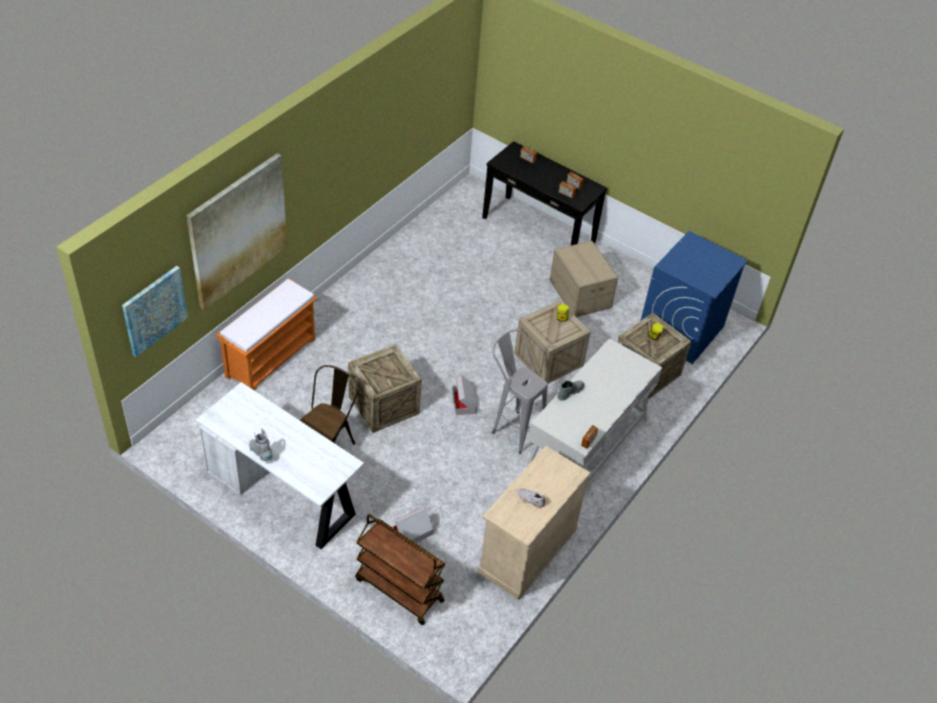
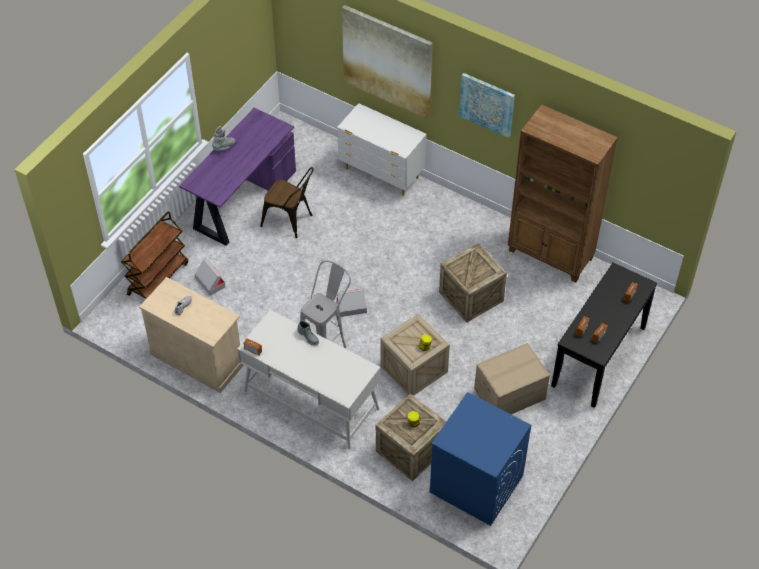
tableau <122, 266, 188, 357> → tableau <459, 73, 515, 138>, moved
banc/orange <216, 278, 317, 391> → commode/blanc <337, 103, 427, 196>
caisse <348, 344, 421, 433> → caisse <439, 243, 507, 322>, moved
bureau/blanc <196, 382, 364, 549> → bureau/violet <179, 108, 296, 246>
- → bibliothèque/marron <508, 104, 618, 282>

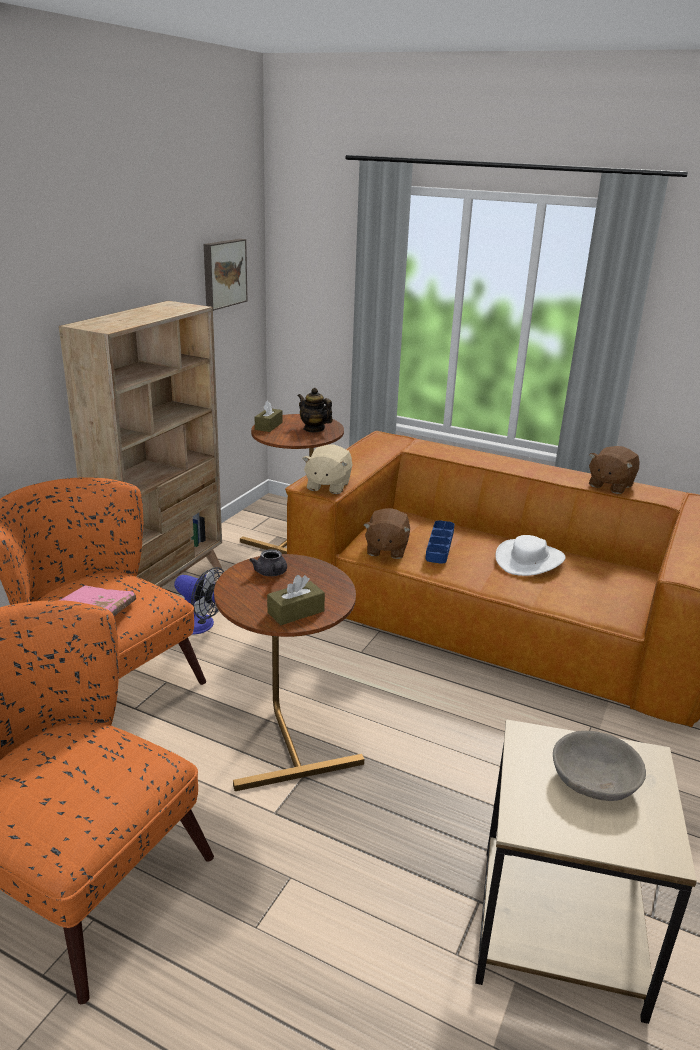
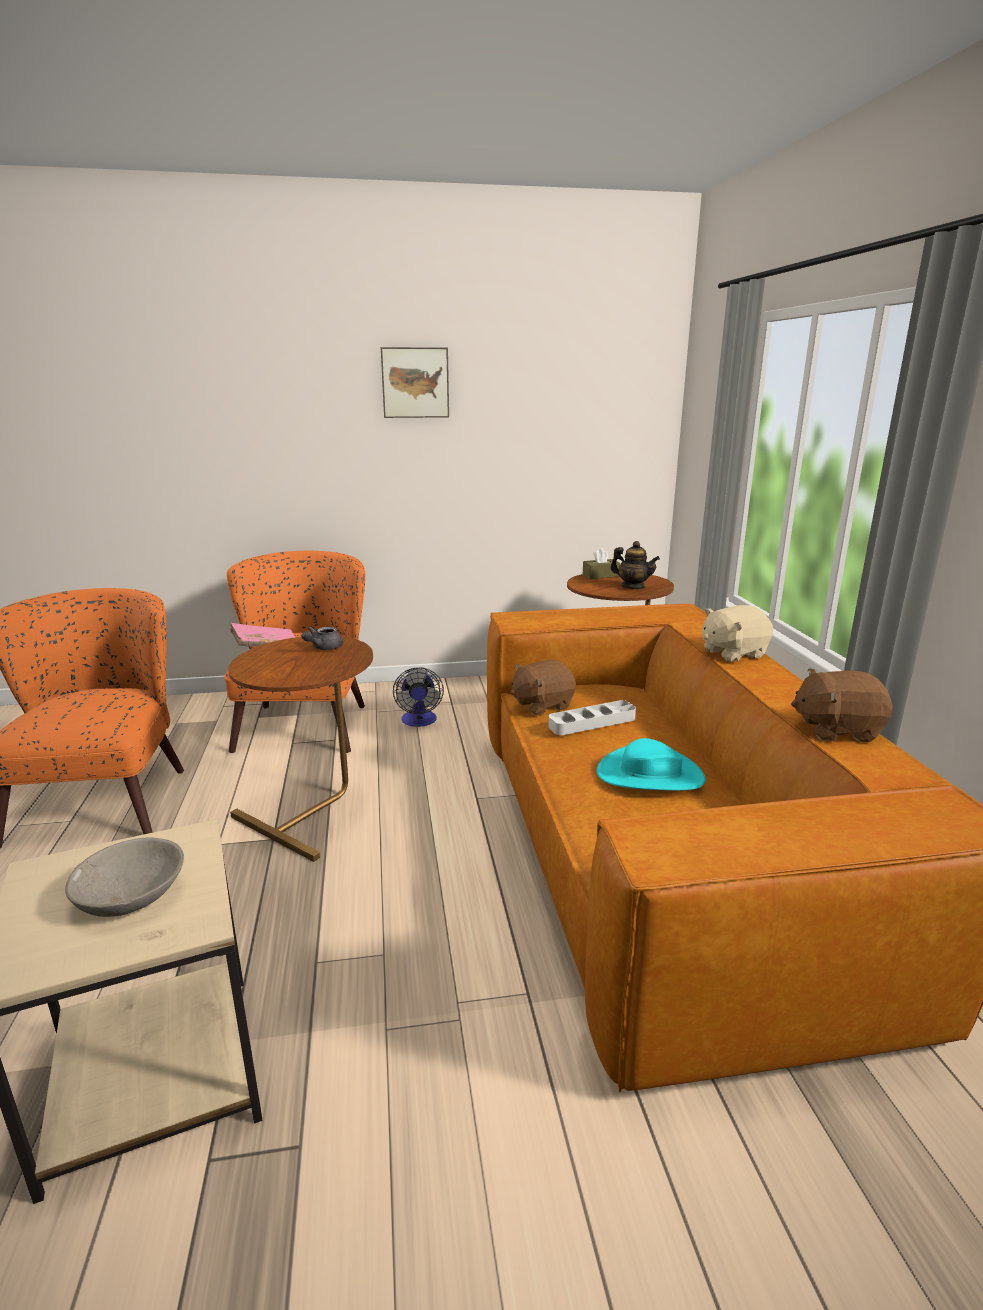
tableau <204, 239, 248, 311> → tableau <381, 347, 449, 418>, moved
bibliothèque/beige <59, 301, 222, 587> → -
théière <298, 388, 333, 432> → théière <610, 541, 660, 589>, 120 degrees clockwise
peluche/beige <302, 444, 353, 494> → peluche/beige <702, 605, 773, 662>, moved
plateau/bleu <425, 520, 455, 564> → plateau/gris <548, 700, 636, 735>
chapeau/blanc <496, 535, 565, 576> → chapeau/turquoise <596, 738, 706, 791>
boîte à mouchoirs/marron <267, 575, 325, 625> → -

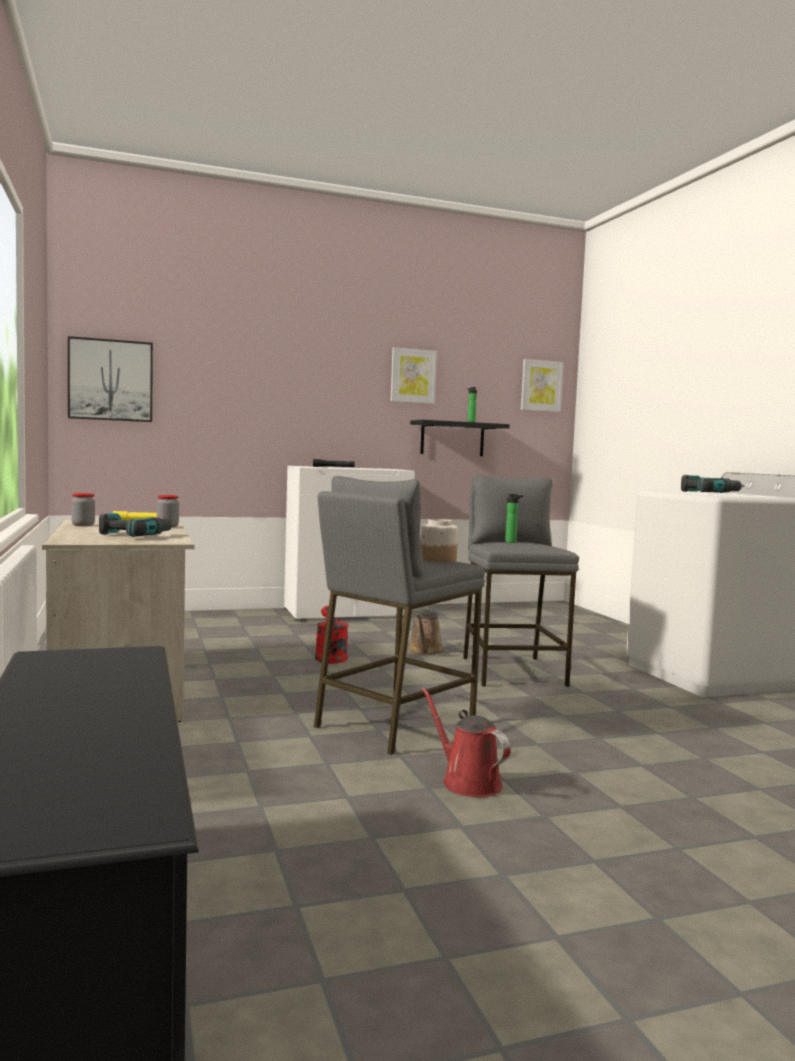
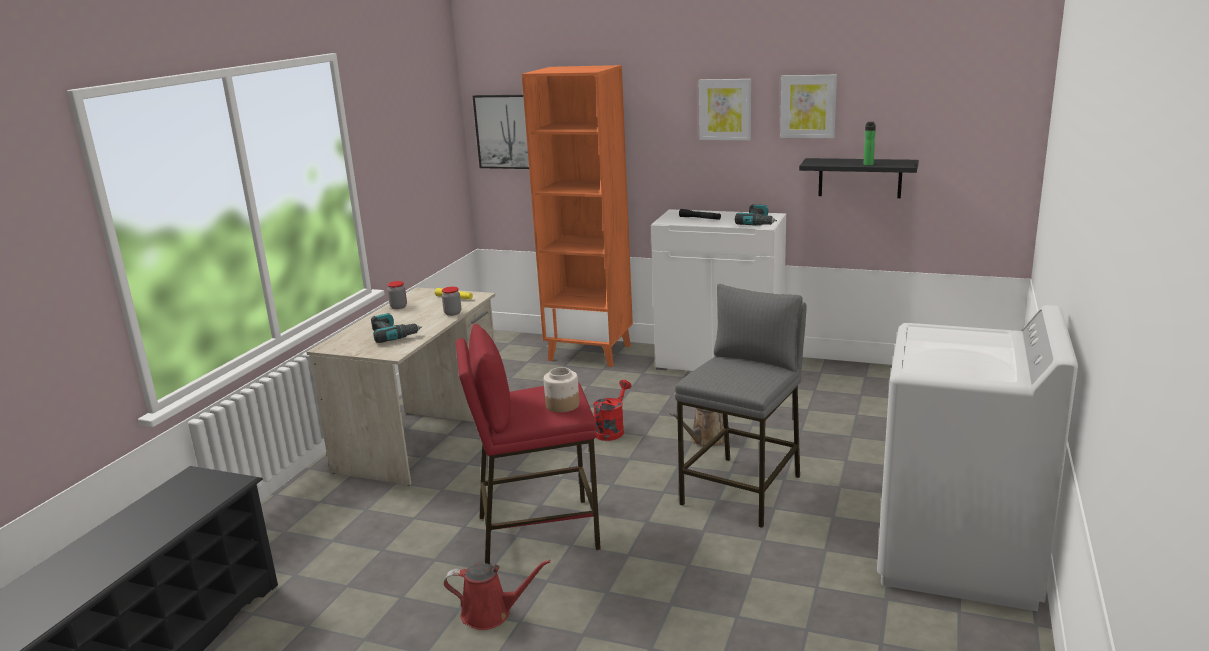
tableau <521, 359, 563, 412> → tableau <699, 79, 751, 141>, moved
perceuse <681, 475, 744, 493> → perceuse <735, 204, 777, 226>, moved
tabouret/gris <314, 476, 485, 755> → tabouret/rouge <456, 324, 601, 564>
bouteille <505, 494, 524, 543> → -
arrosoir/rouge <422, 688, 511, 797> → arrosoir/rouge <444, 560, 551, 630>, 90 degrees clockwise
- → bibliothèque/orange <522, 65, 633, 367>

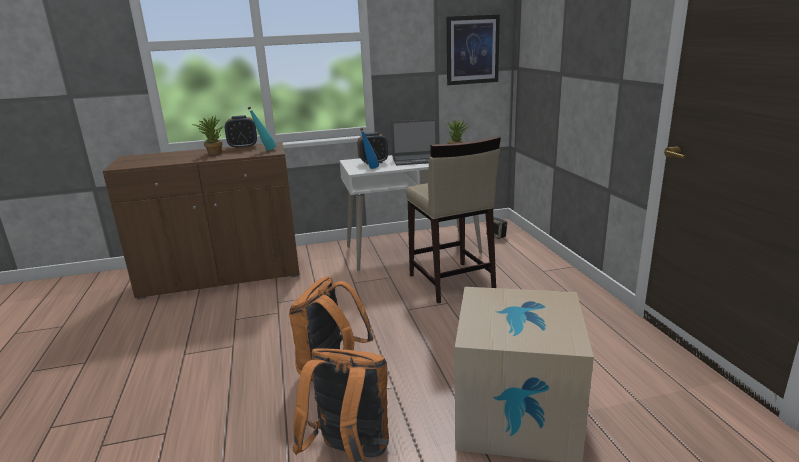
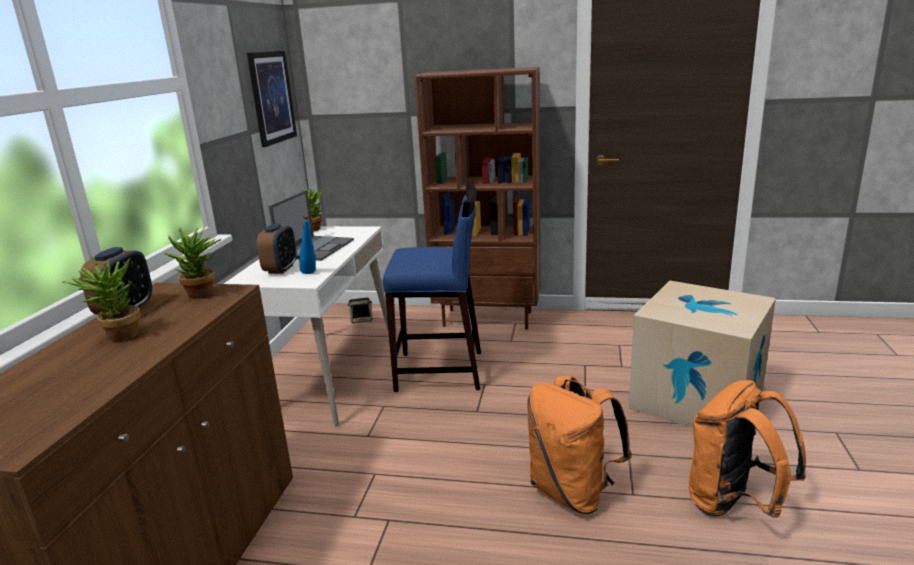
bouteille/turquoise <248, 107, 277, 151> → plante en pot <164, 226, 221, 299>
tabouret/beige <406, 136, 501, 303> → tabouret/bleu <383, 182, 481, 392>
- → bibliothèque/marron <414, 67, 541, 330>

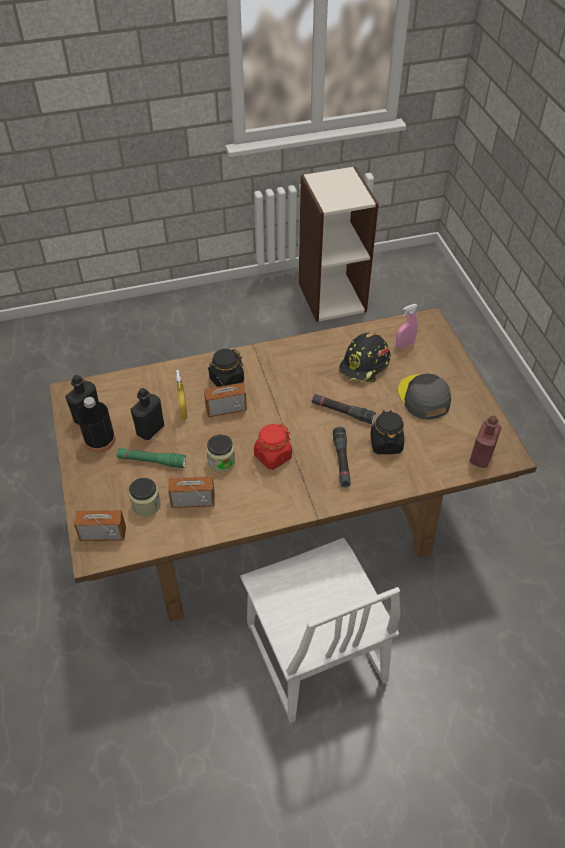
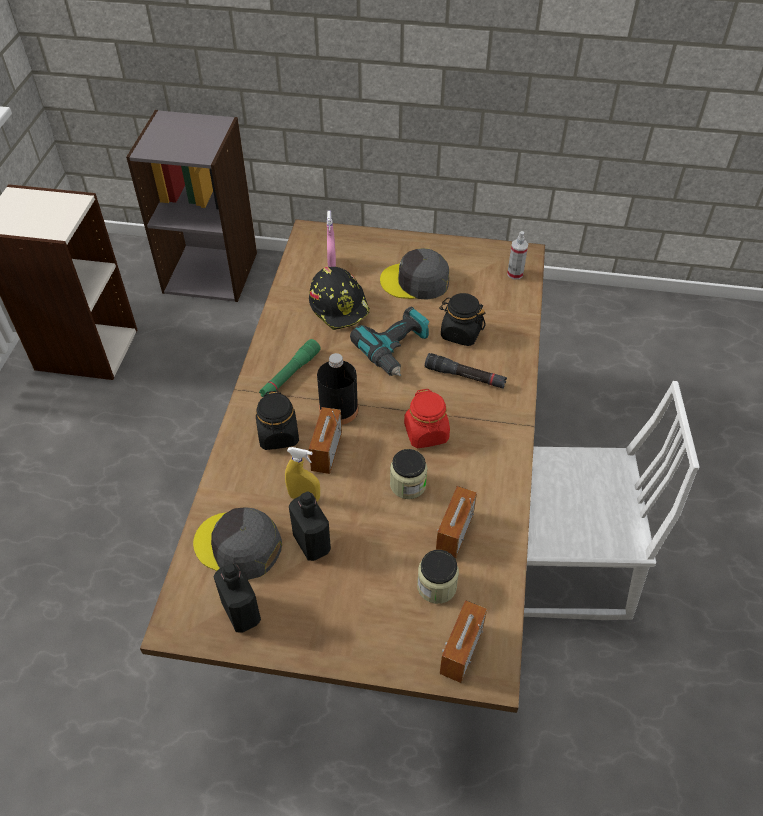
lampe de poche/noir <312, 394, 376, 424> → perceuse <350, 307, 429, 376>
bouteille/noir <77, 397, 116, 452> → bouteille/noir <317, 353, 358, 425>, moved
bouteille/rouge <470, 415, 502, 468> → vaporisateur <507, 231, 528, 280>
lampe de poche/vert <117, 448, 186, 468> → lampe de poche/vert <259, 339, 321, 397>, moved
- → bibliothèque/gris <126, 110, 257, 302>
- → casquette/gris <193, 507, 282, 580>

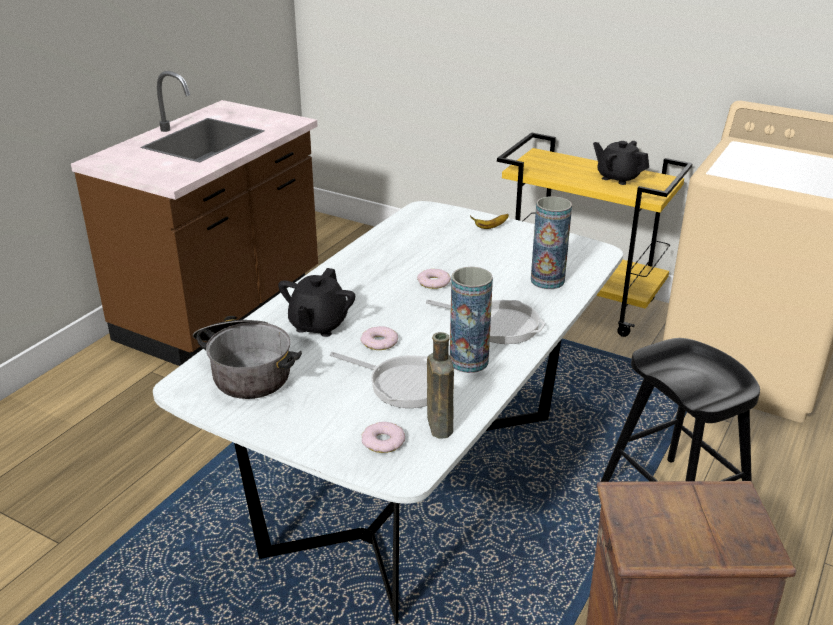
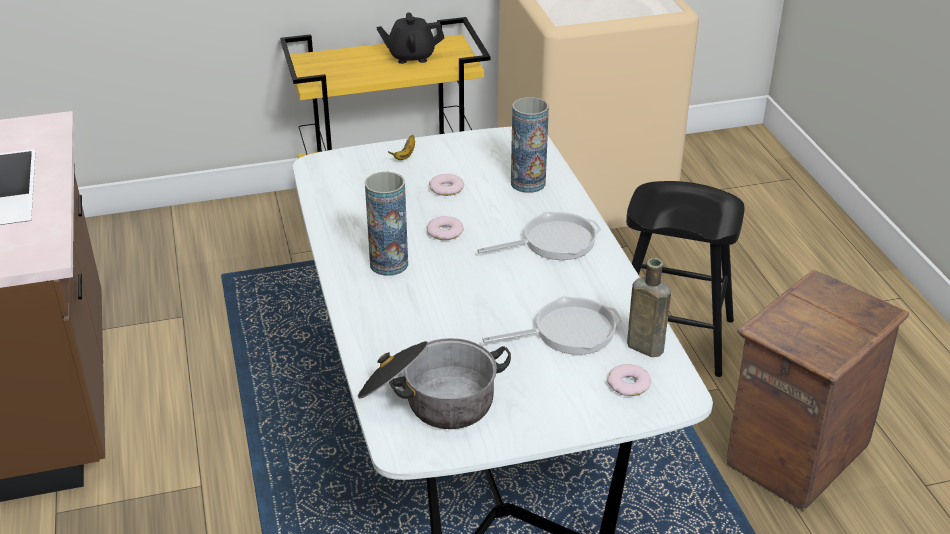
vase <450, 267, 493, 373> → vase <365, 172, 408, 276>, moved
théière/noir <278, 268, 355, 337> → -
beignet <361, 326, 398, 350> → beignet <429, 174, 464, 196>, moved

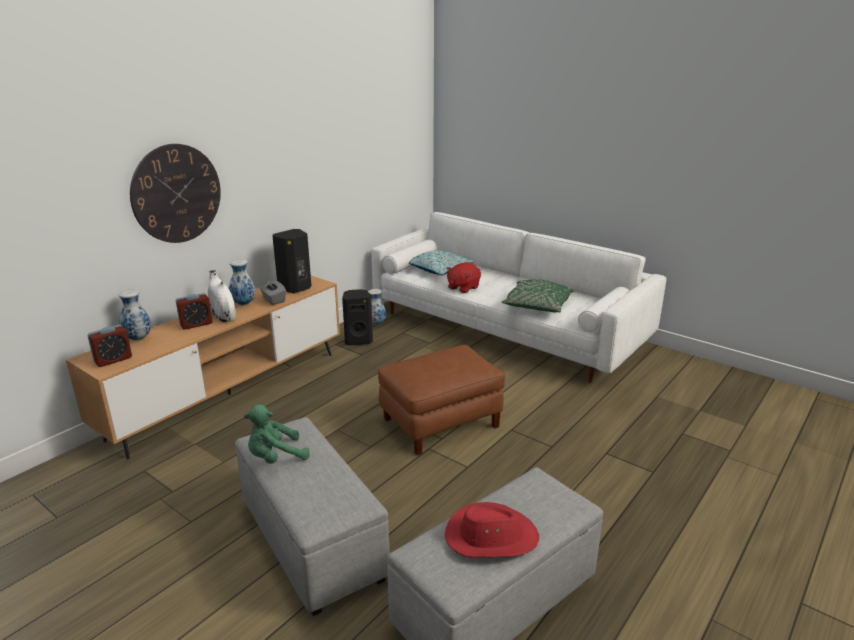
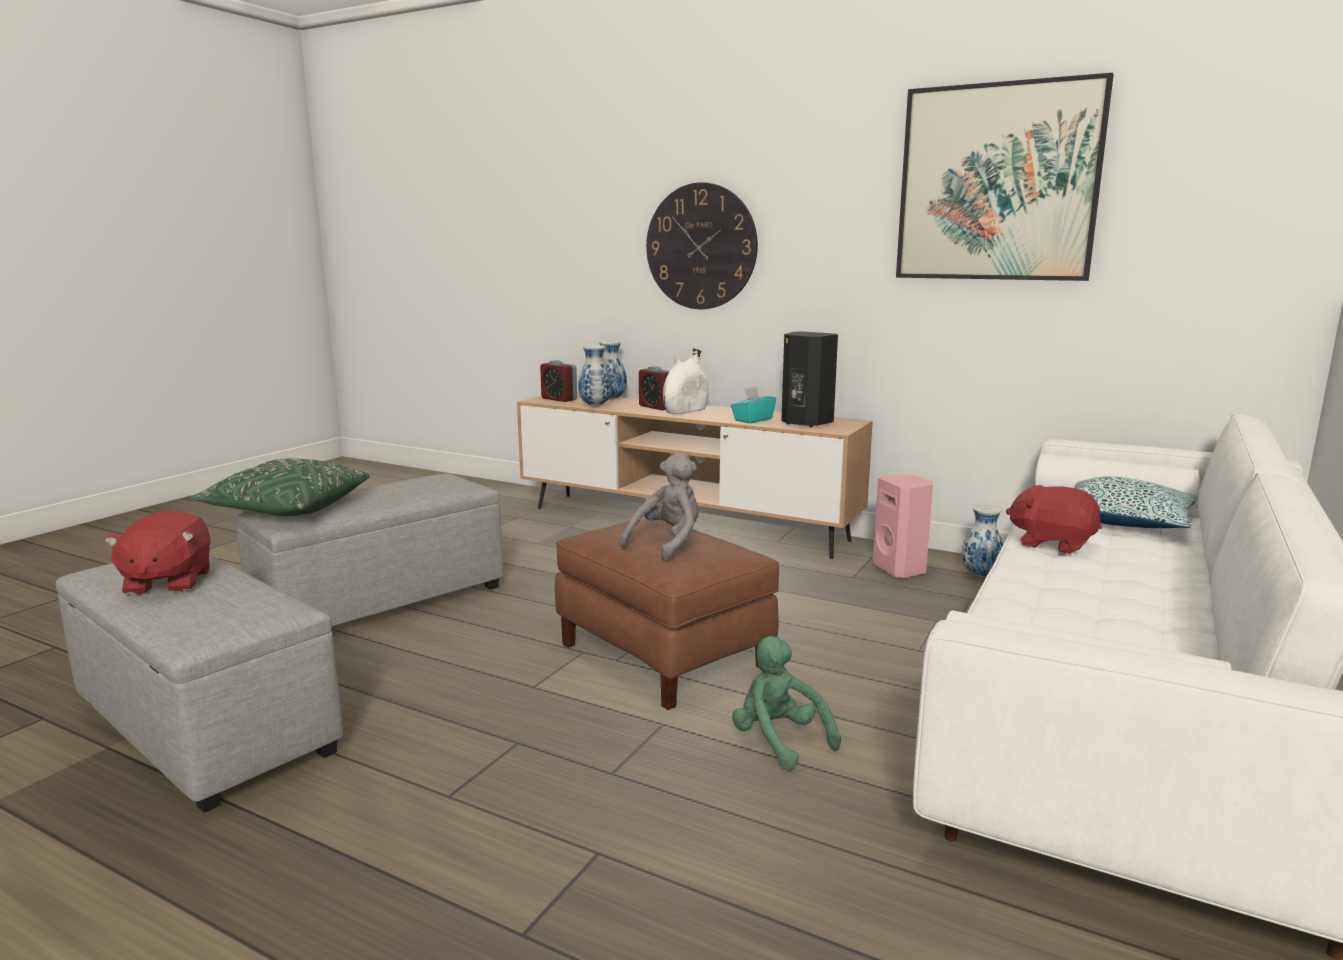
vase <229, 260, 256, 305> → vase <578, 345, 612, 406>, moved
coussin/vert <502, 279, 574, 312> → coussin/vert <190, 458, 370, 516>, moved
boîte à mouchoirs/gris <260, 280, 286, 305> → boîte à mouchoirs/turquoise <731, 387, 776, 423>
enceinte/noir <342, 289, 373, 346> → enceinte/rose <873, 475, 933, 578>
peluche/vert <244, 404, 310, 464> → peluche/vert <732, 636, 841, 770>, moved
chapeau/rouge <445, 502, 539, 558> → peluche/rouge <104, 510, 211, 595>
- → tableau <896, 73, 1114, 281>
- → peluche/gris <620, 453, 699, 562>

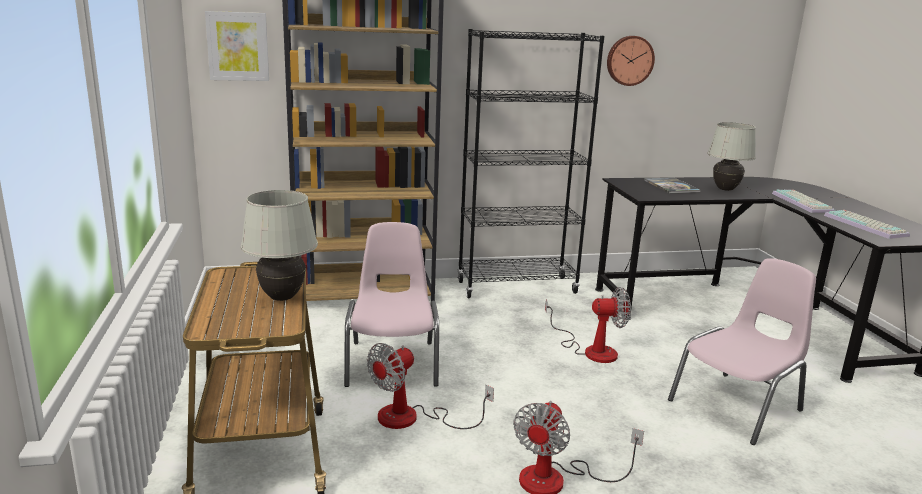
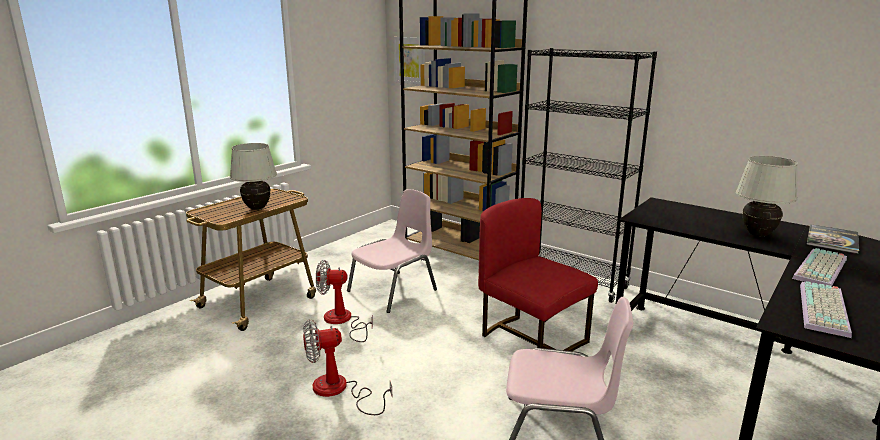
horloge murale <607, 36, 655, 86> → -
livre <644, 177, 701, 194> → livre <807, 224, 859, 254>, moved
ventilateur <545, 287, 631, 363> → chaise/rouge <478, 198, 598, 351>

